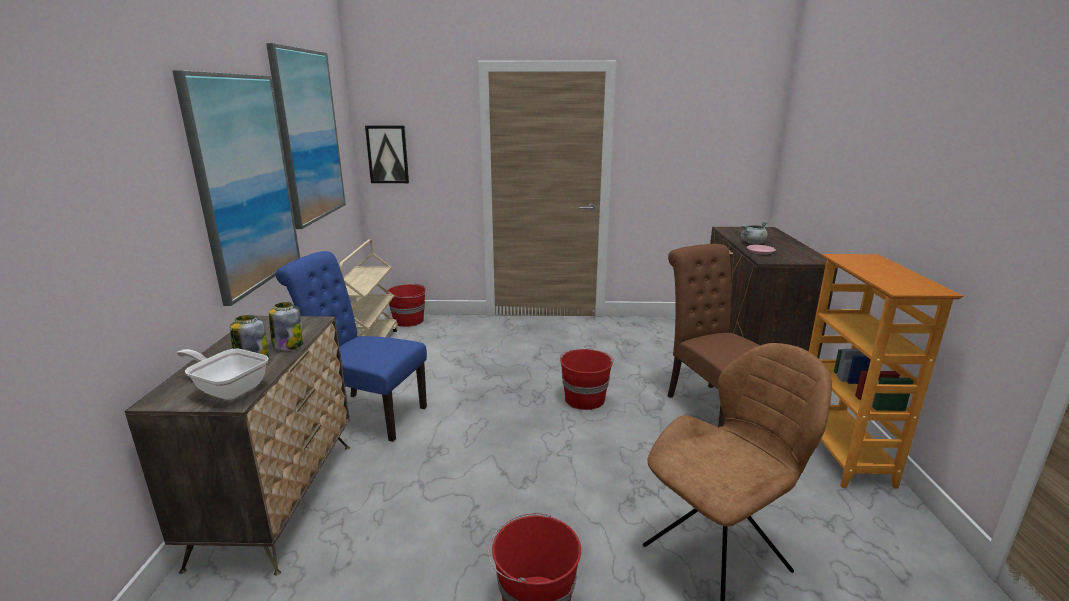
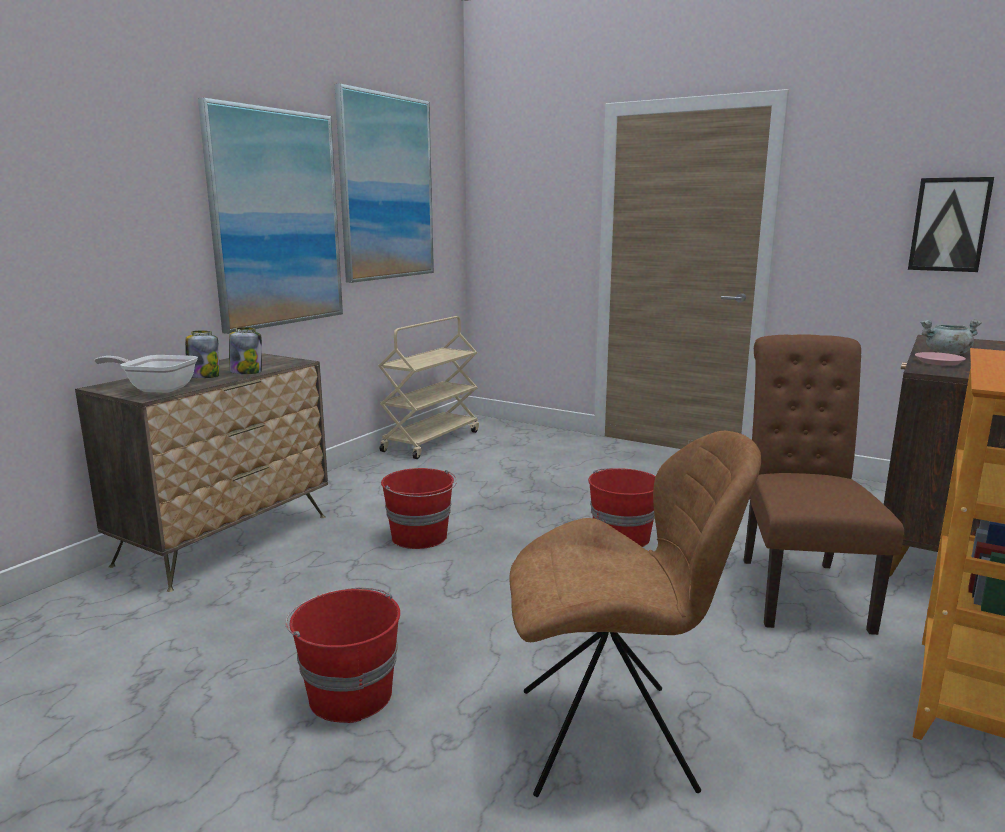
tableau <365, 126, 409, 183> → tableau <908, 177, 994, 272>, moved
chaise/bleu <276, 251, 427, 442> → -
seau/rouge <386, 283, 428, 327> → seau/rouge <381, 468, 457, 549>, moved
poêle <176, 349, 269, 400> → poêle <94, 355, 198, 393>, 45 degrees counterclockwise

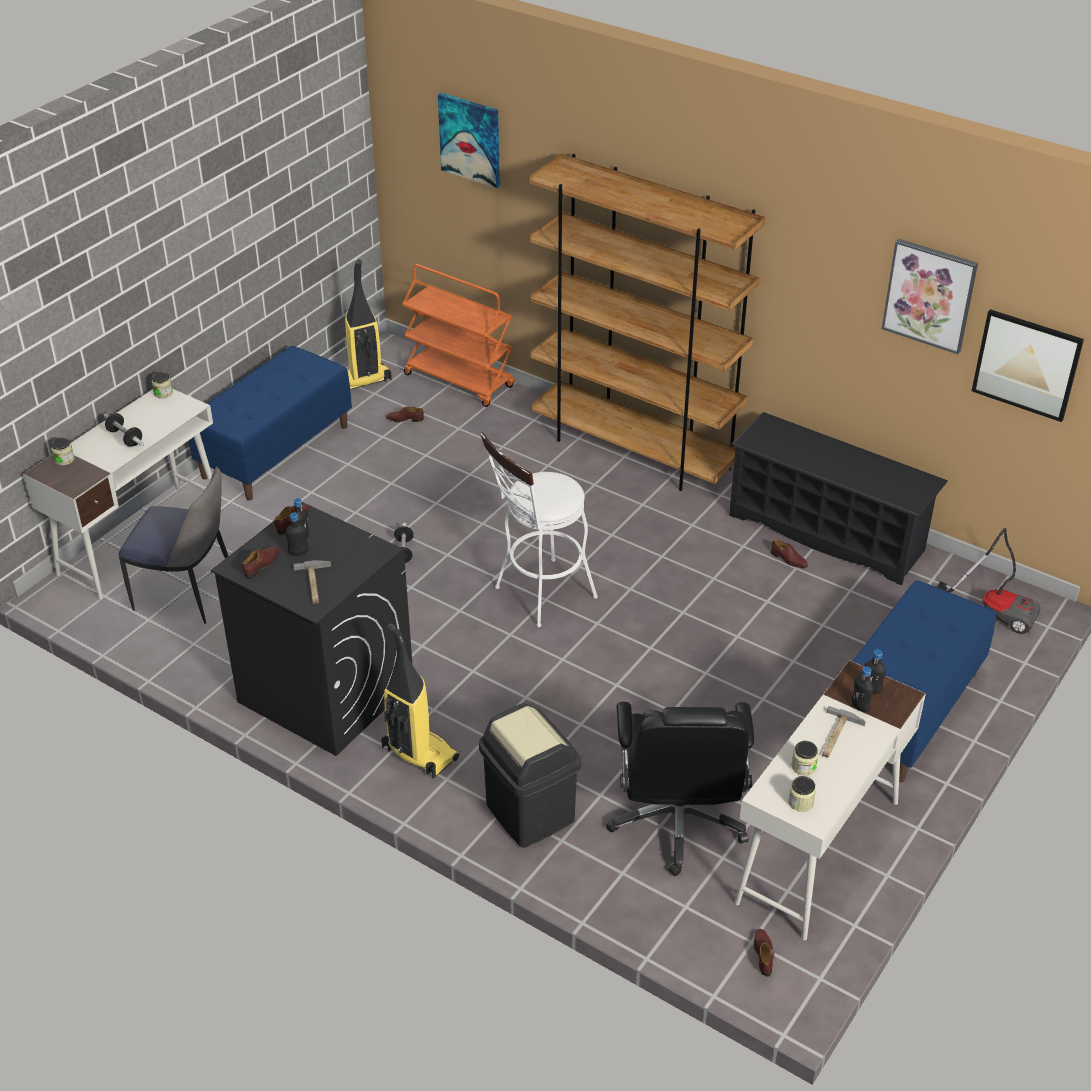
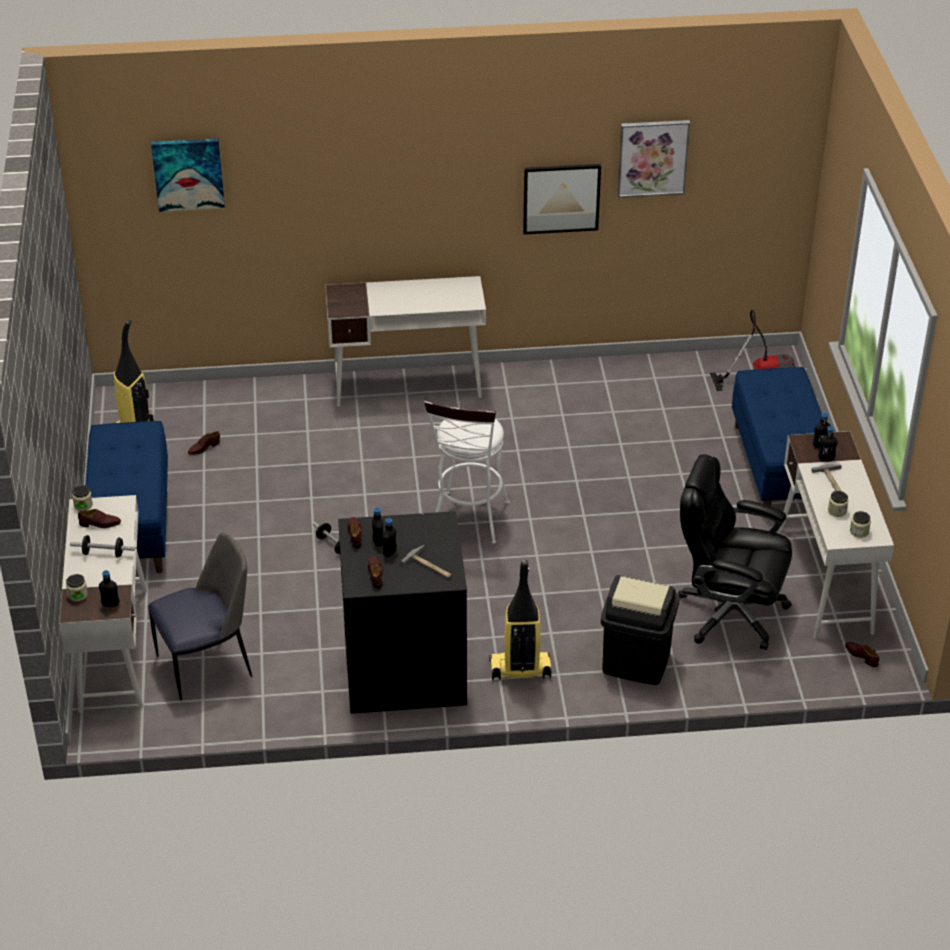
bibliothèque/marron <529, 154, 765, 491> → bureau/blanc <325, 276, 486, 406>
chariot/orange <402, 264, 515, 407> → -
tableau <972, 309, 1084, 422> → tableau <523, 164, 601, 235>, moved
étagère à chaussures/noir <729, 412, 948, 586> → -
chaussure/marron <771, 539, 808, 568> → chaussure/marron <78, 509, 121, 528>, moved
chaise de bureau/noir <606, 702, 754, 876> → chaise de bureau/noir <678, 454, 792, 650>, 150 degrees clockwise
- → bouteille/noir <99, 570, 120, 607>

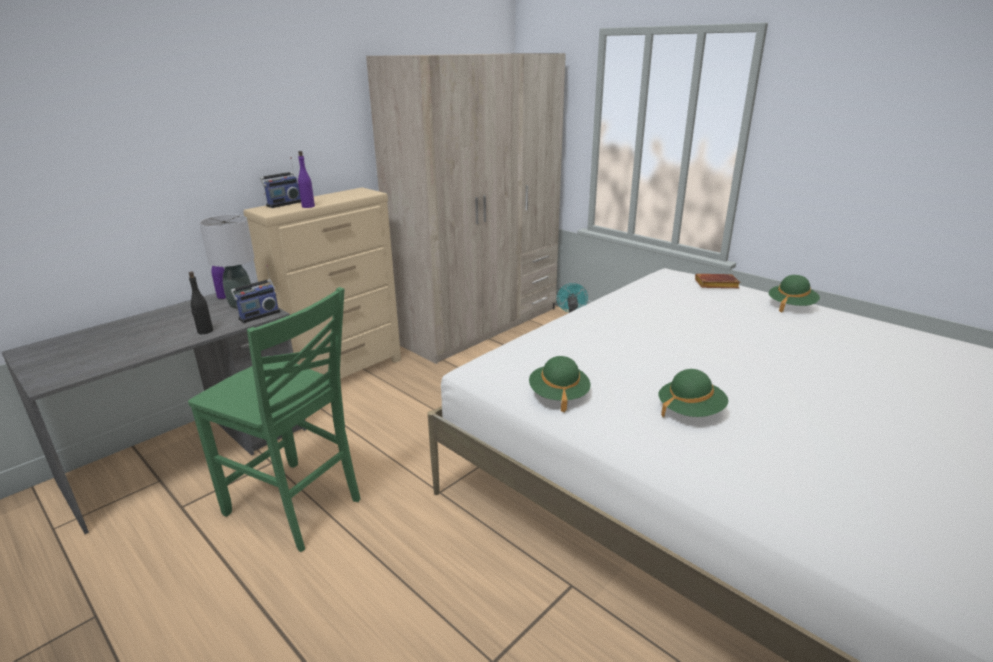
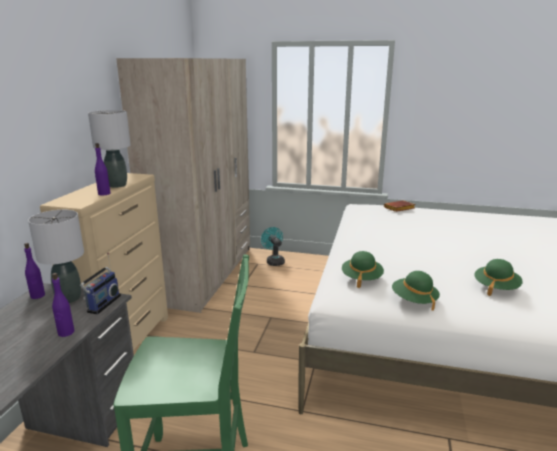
radio <260, 157, 301, 208> → -
bouteille/noir <189, 272, 213, 334> → bouteille/violet <52, 273, 75, 337>
chapeau/vert <769, 275, 820, 313> → chapeau/vert <342, 251, 384, 288>, moved
- → lampe de table/gris <88, 110, 131, 188>

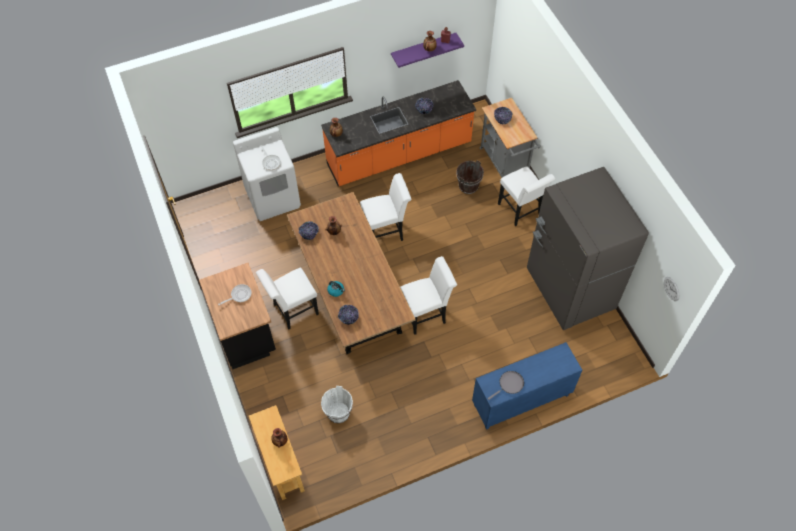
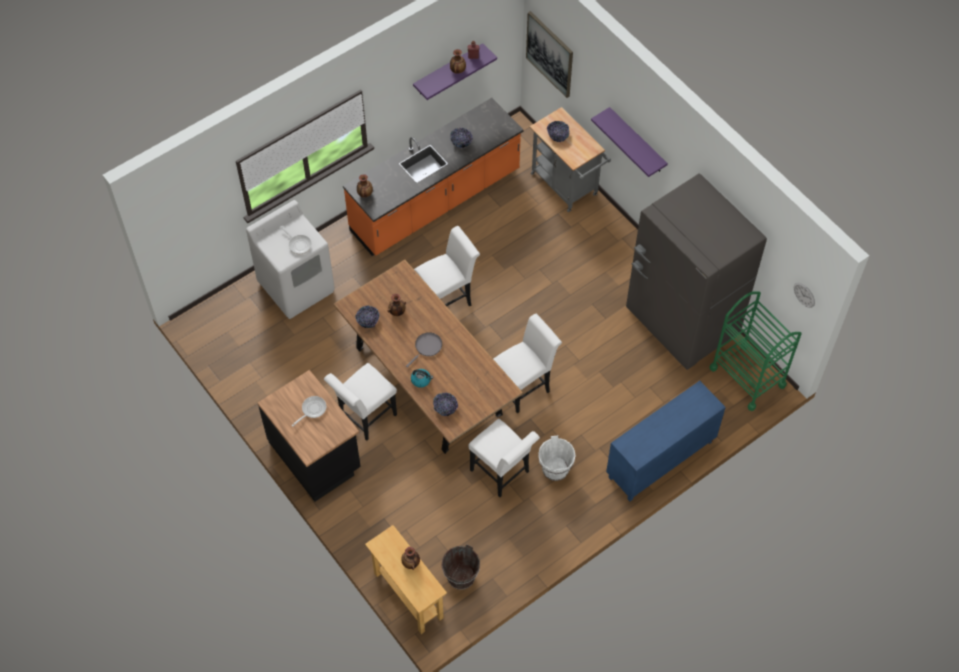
seau/marron <456, 160, 484, 194> → seau/marron <442, 544, 480, 590>, moved
chaise/blanc <498, 166, 555, 226> → chaise/blanc <468, 419, 540, 497>, moved
poêle/gris <487, 371, 524, 400> → poêle/gris <406, 333, 442, 368>, moved
seau/blanc <321, 386, 353, 423> → seau/blanc <538, 436, 575, 481>, moved
- → tableau <526, 11, 573, 98>
- → étagère/violet <591, 107, 668, 177>
- → chariot/vert <709, 291, 802, 411>

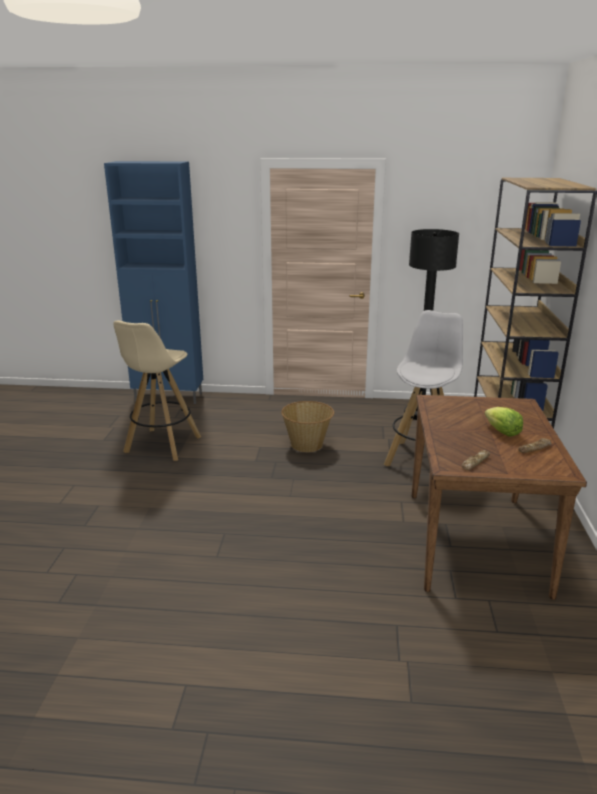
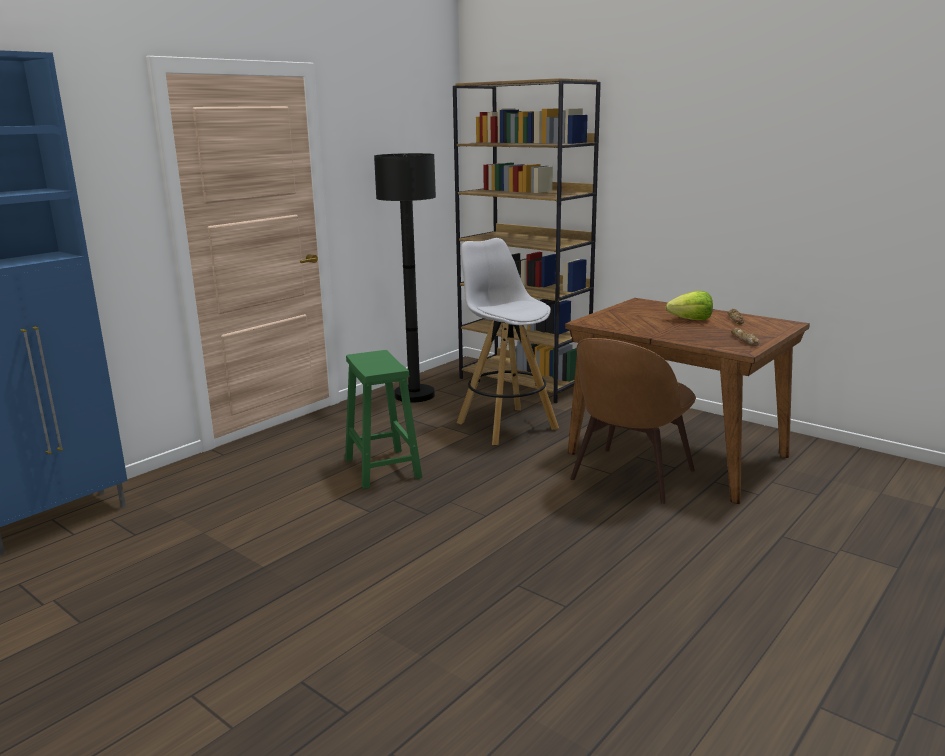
tabouret/beige <113, 320, 201, 461> → -
panier <281, 401, 334, 452> → tabouret/vert <345, 350, 422, 489>
- → chaise/marron <570, 338, 696, 504>

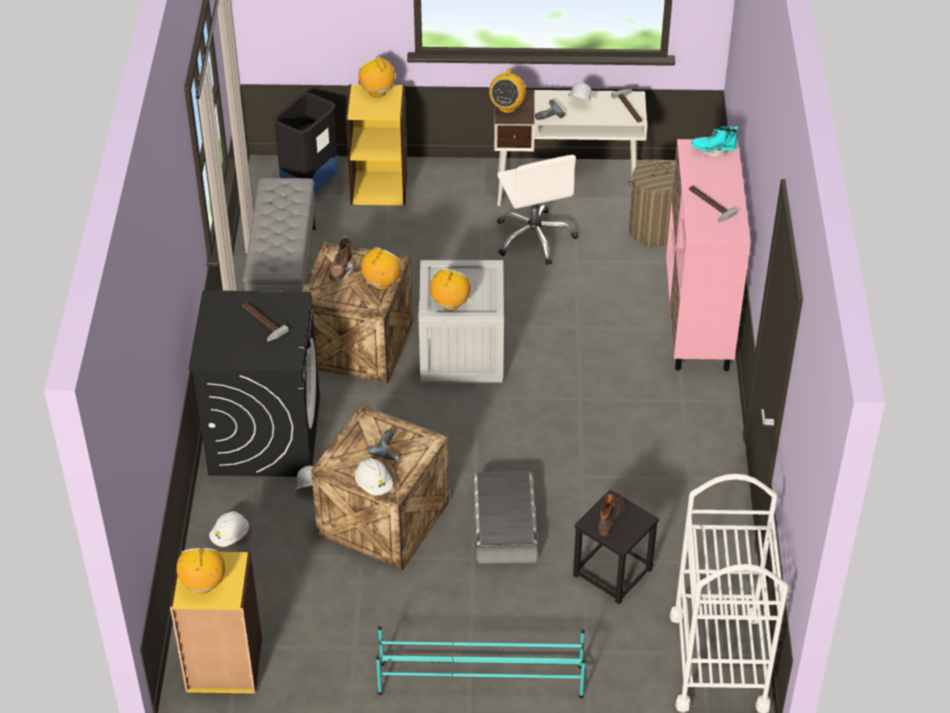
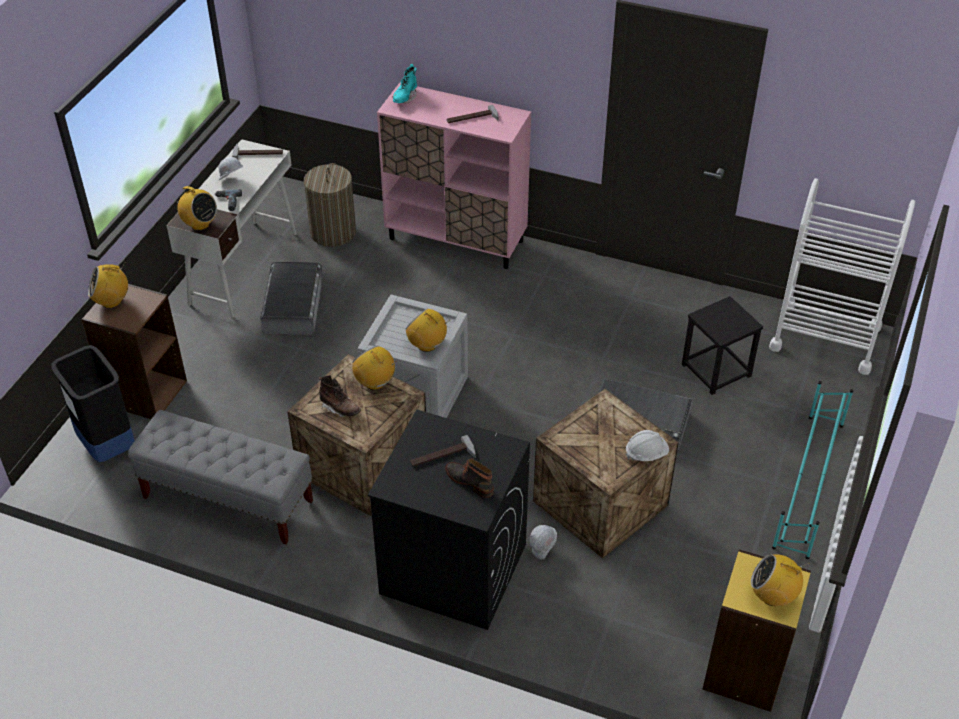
bibliothèque/jaune <346, 84, 408, 206> → bibliothèque/marron <81, 284, 187, 419>
chaise de bureau/blanc <497, 155, 578, 265> → boîte de rangement/gris <260, 262, 323, 334>
perceuse <368, 430, 398, 461> → -
botte <598, 493, 624, 537> → botte <445, 458, 494, 498>, moved
casque de chantier/blanc <209, 511, 249, 547> → -

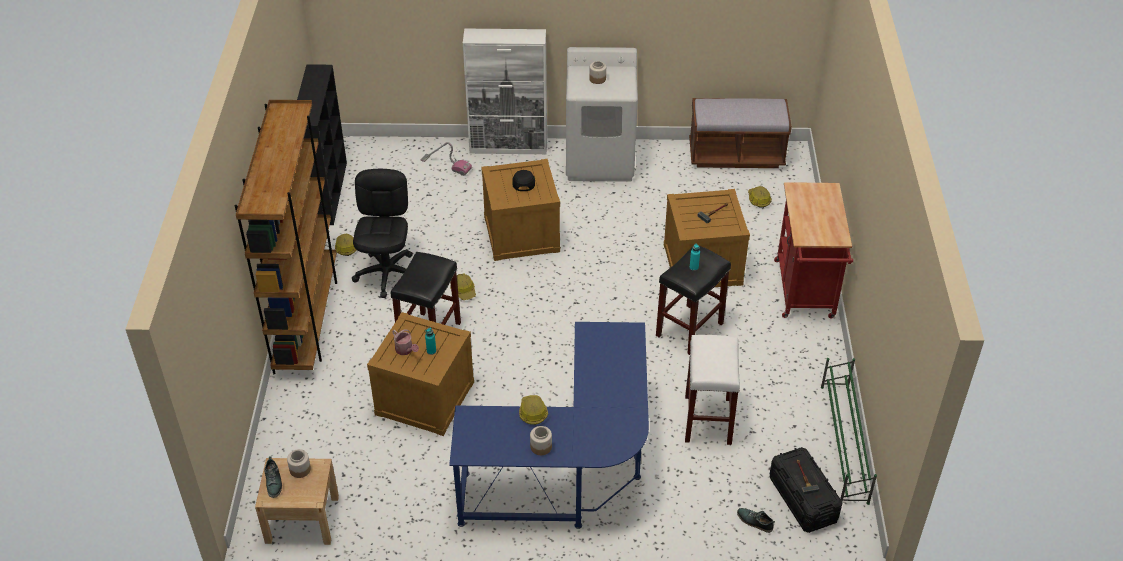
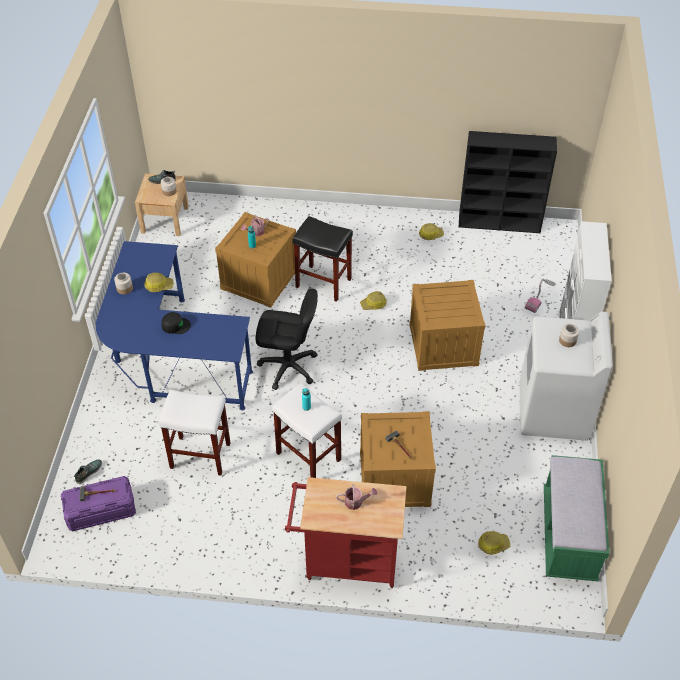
banc/marron <689, 98, 792, 168> → banc/vert <544, 455, 609, 581>
bibliothèque/marron <235, 100, 337, 374> → -
chaise de bureau/noir <352, 169, 413, 298> → chaise de bureau/noir <256, 289, 318, 390>, moved
casquette/noir <512, 170, 535, 191> → casquette/noir <162, 312, 191, 334>, moved
tabouret/noir <656, 246, 731, 355> → tabouret/blanc <272, 383, 342, 478>
étagère à chaussures/vert <821, 358, 877, 505> → -
boîte de rangement/noir <769, 447, 842, 533> → boîte de rangement/violet <61, 476, 136, 532>
- → arrosoir <336, 484, 377, 510>

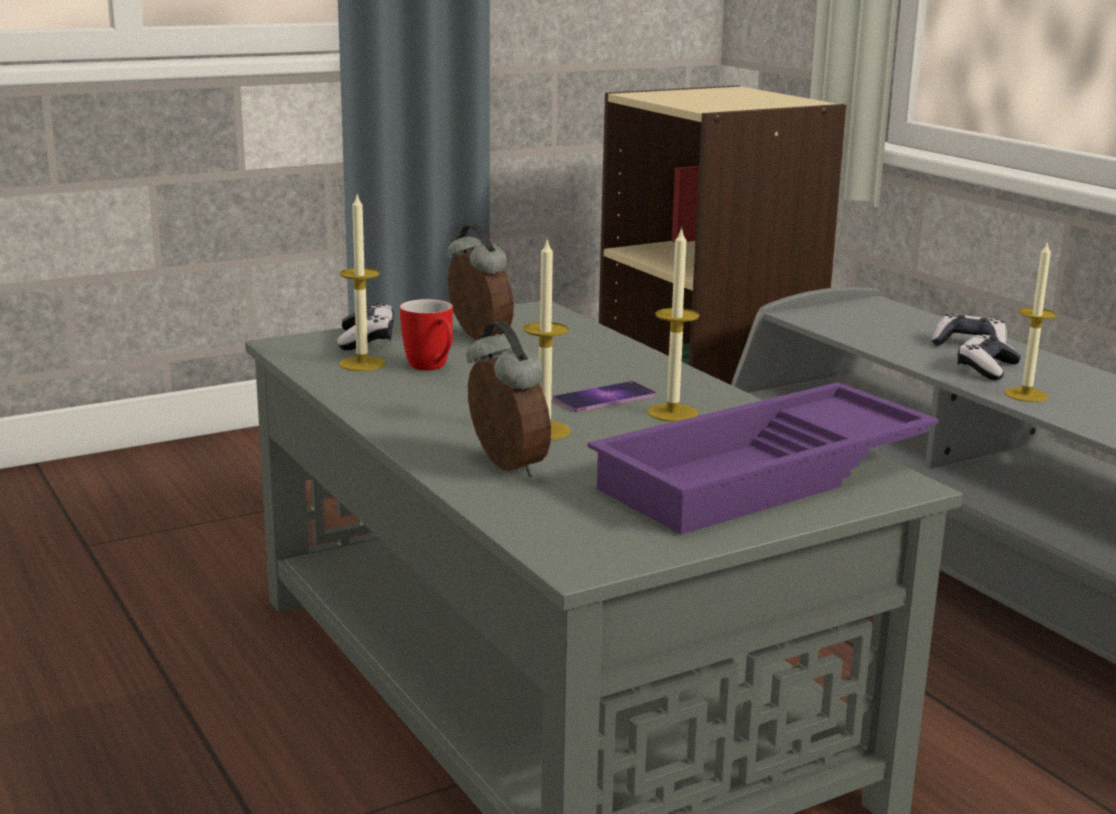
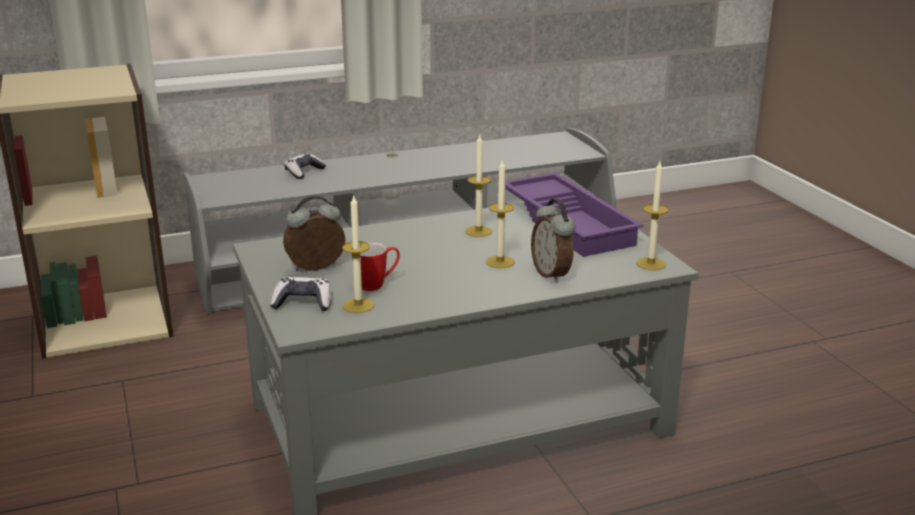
bougie <1004, 241, 1057, 402> → bougie <636, 162, 669, 270>, moved
réveil <466, 321, 551, 477> → réveil <531, 199, 575, 283>, 90 degrees counterclockwise
manette <957, 334, 1021, 380> → -
téléphone <552, 381, 656, 412> → -

